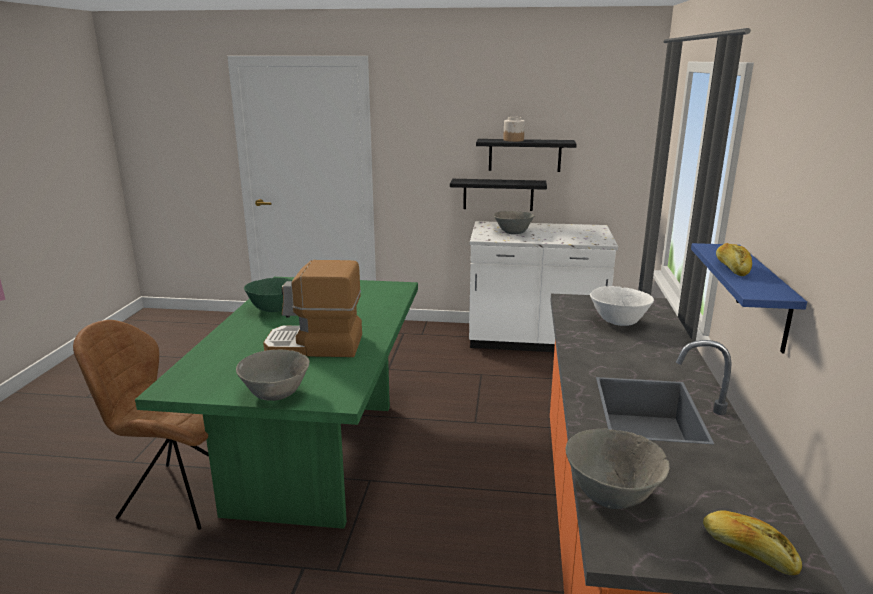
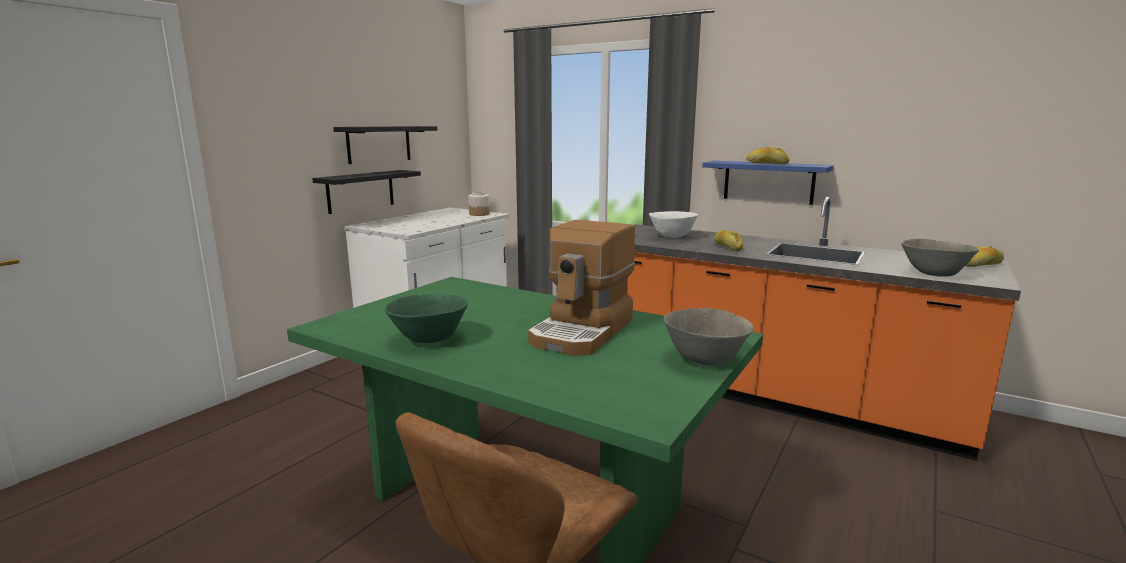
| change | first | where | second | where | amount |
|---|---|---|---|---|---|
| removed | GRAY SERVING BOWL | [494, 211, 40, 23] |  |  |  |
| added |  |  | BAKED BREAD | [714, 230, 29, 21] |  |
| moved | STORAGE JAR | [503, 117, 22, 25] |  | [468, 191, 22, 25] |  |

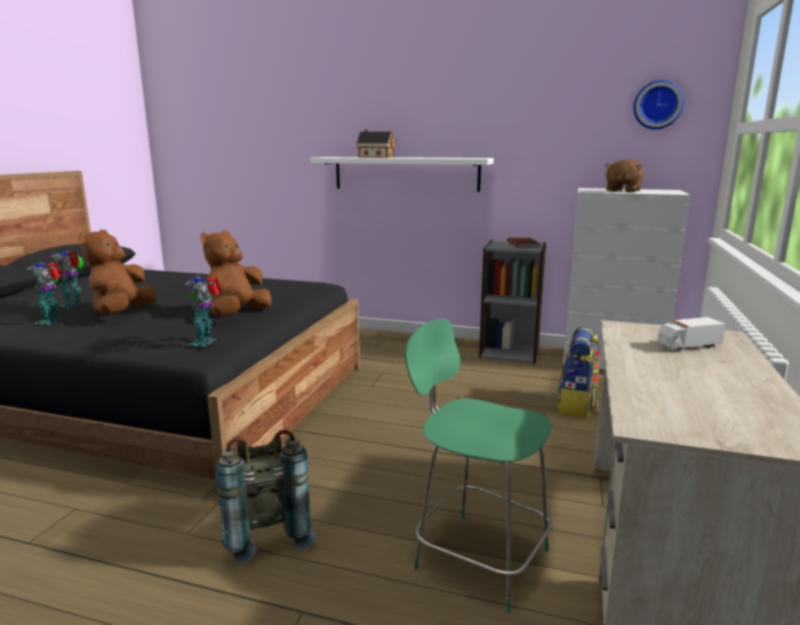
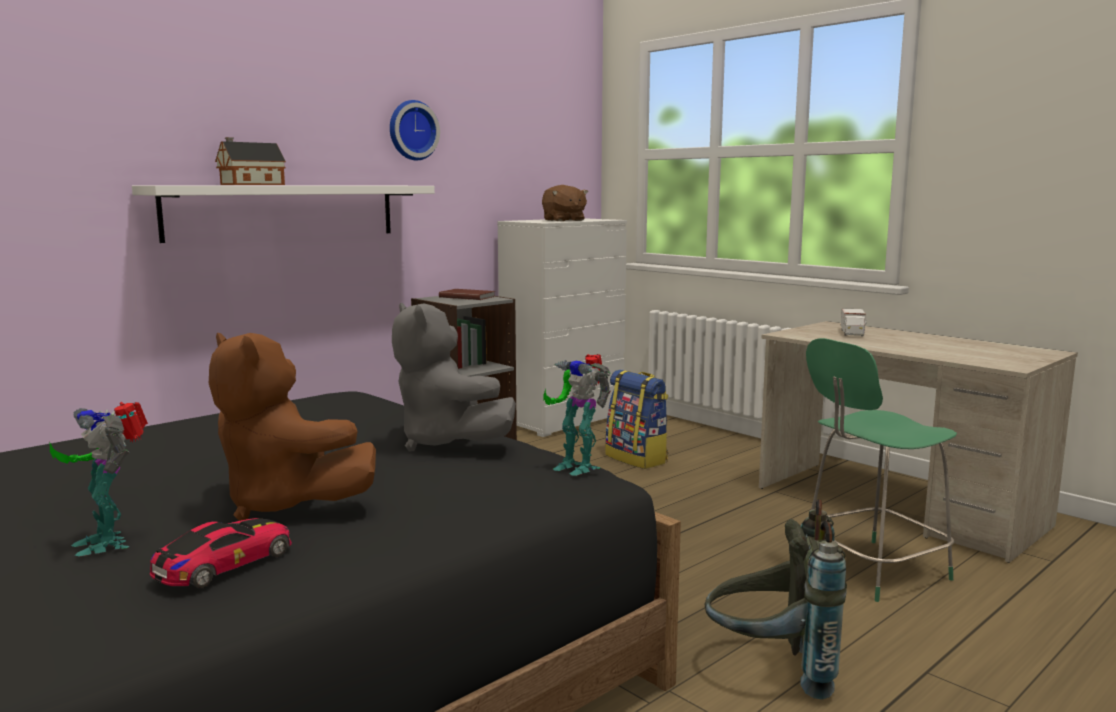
| change | first | where | second | where | amount |
|---|---|---|---|---|---|
| moved | CLOCK ON THE WALL | [633, 80, 51, 49] |  | [390, 100, 50, 60] |  |
| replaced | MODEL ROBOT | [26, 262, 36, 63] | TOY CAR | [150, 518, 142, 70] |  |
| recoloured | BROWN-COLOURED PLUSH TOY | [200, 231, 71, 85] | GRAY PLUSH TOY | [392, 302, 124, 150] |  |

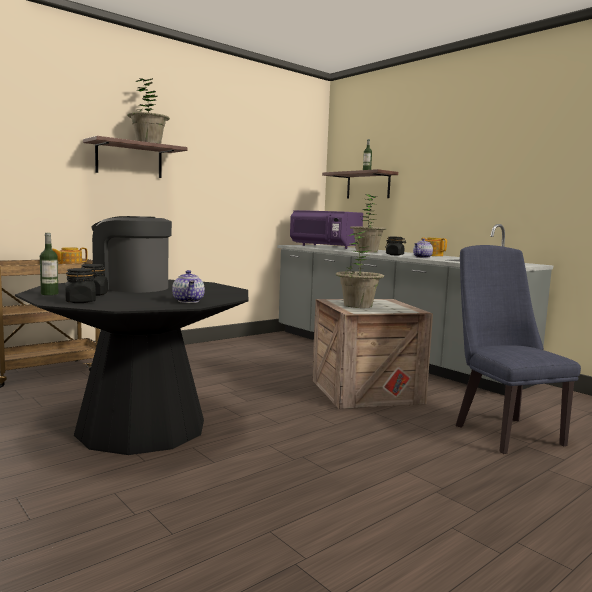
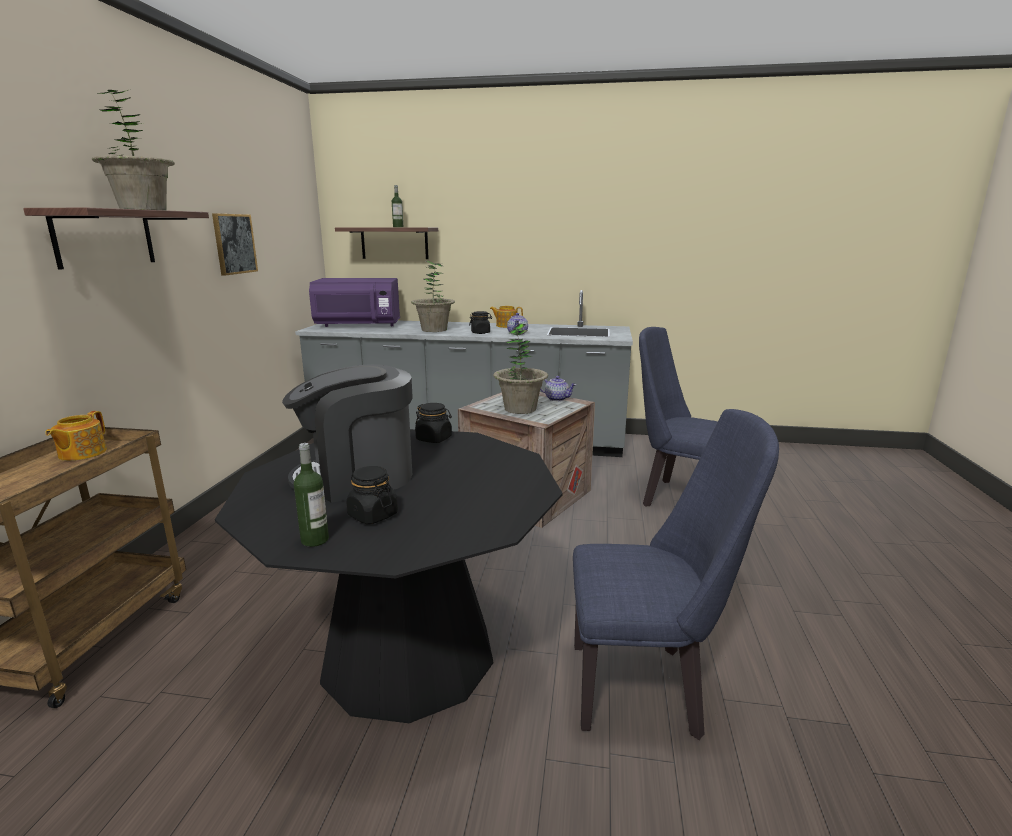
| change | first | where | second | where | amount |
|---|---|---|---|---|---|
| added |  |  | PICTURE | [212, 213, 46, 63] |  |
| added |  |  | BLUISH CHAIR | [573, 409, 206, 331] |  |
| moved | BLACK STORAGE JAR | [65, 268, 31, 35] |  | [415, 403, 37, 40] |  |
| moved | TEAPOT | [172, 270, 33, 33] |  | [540, 376, 36, 25] |  |

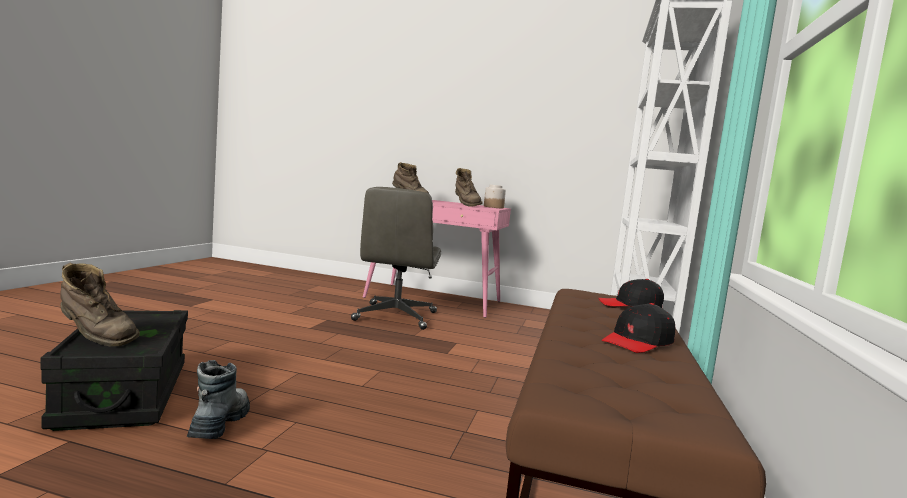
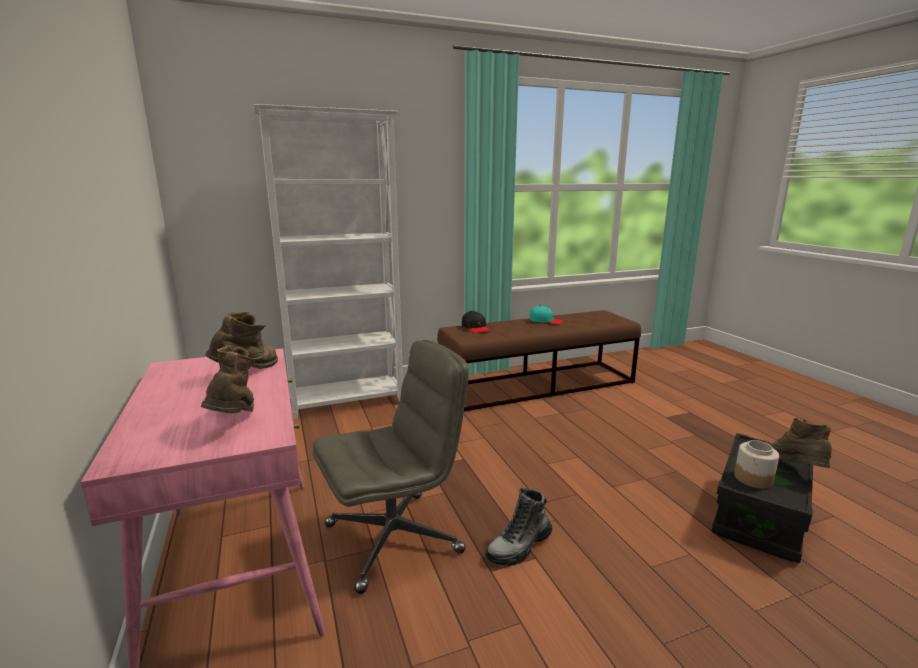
| change | first | where | second | where | amount |
|---|---|---|---|---|---|
| moved | TALL BOOT | [187, 360, 63, 79] |  | [486, 487, 66, 79] |  |
| moved | STORAGE JAR | [484, 185, 22, 24] |  | [734, 440, 45, 49] |  |
| recoloured | BLACK BASEBALL CAP | [602, 303, 73, 50] | TURQUOISE BASEBALL CAP | [530, 305, 33, 19] |  |

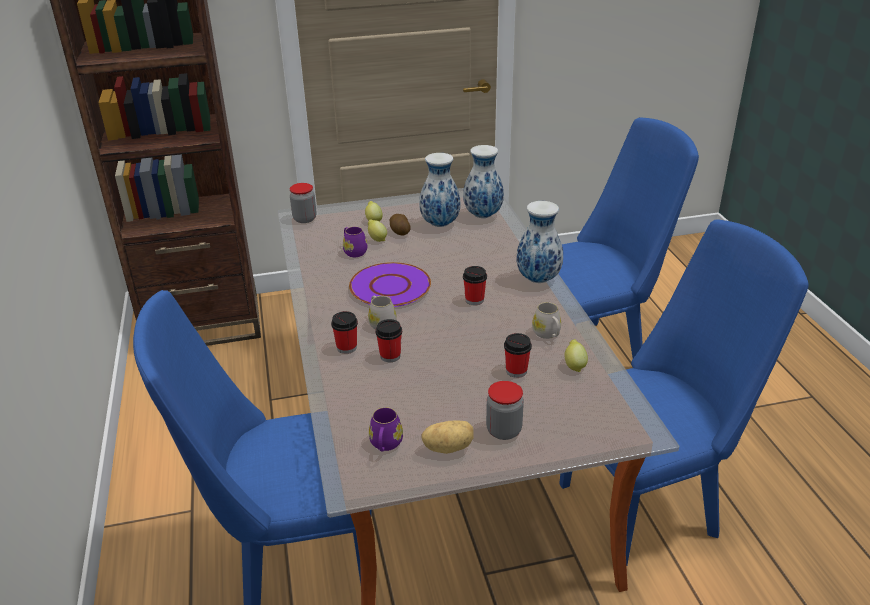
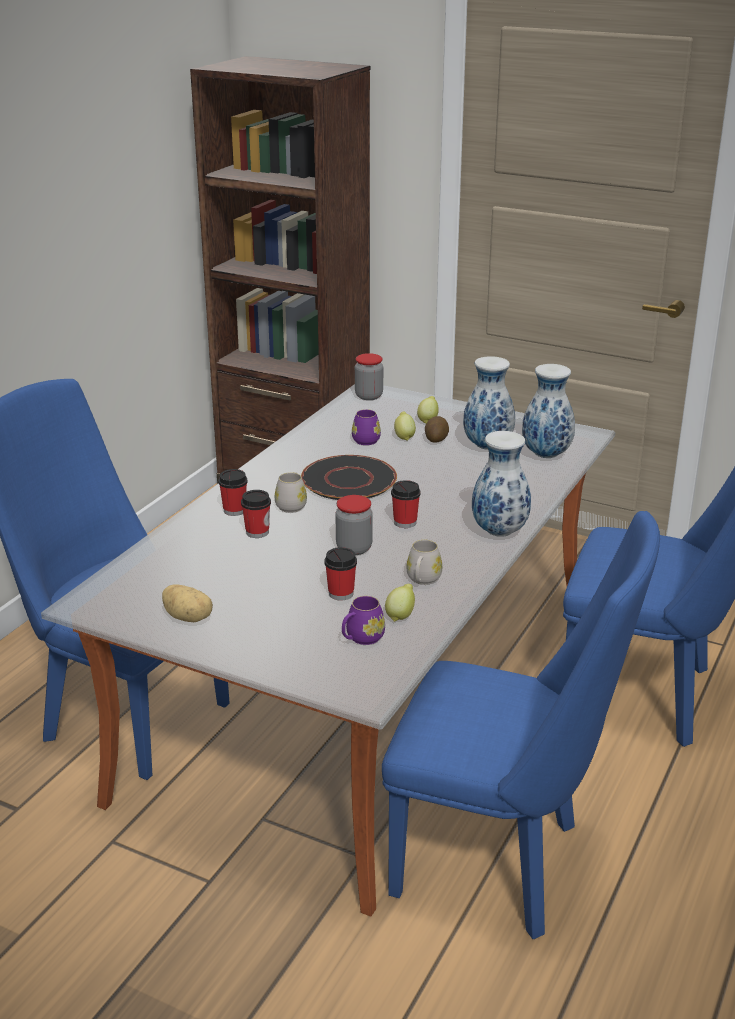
| change | first | where | second | where | amount |
|---|---|---|---|---|---|
| moved | PURPLISH TEA MUG | [369, 407, 34, 44] |  | [342, 596, 43, 49] |  |
| moved | STORAGE JAR | [486, 381, 38, 59] |  | [335, 495, 38, 60] |  |
| recoloured | PURPLISH PLATE | [349, 262, 82, 45] | BLACK PLATE | [301, 455, 96, 45] |  |

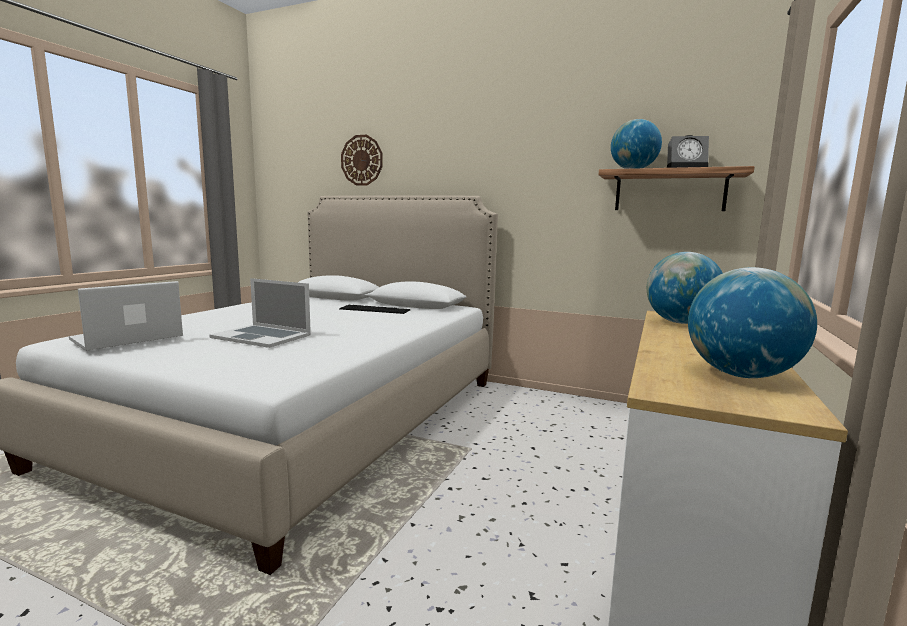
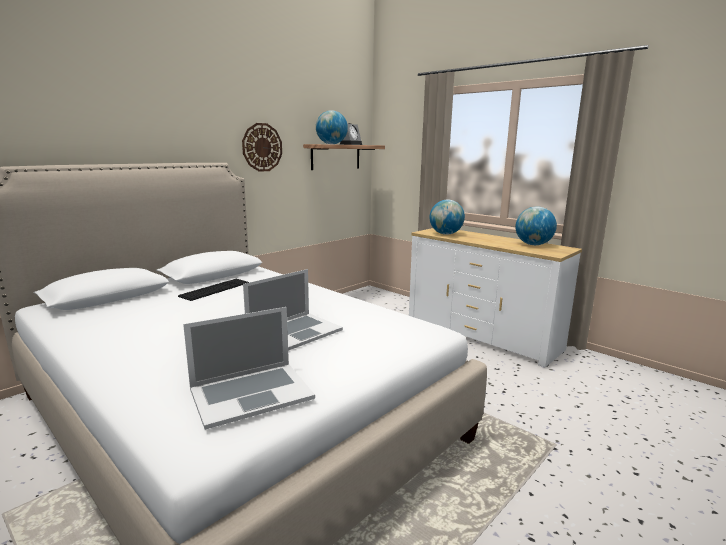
| change | first | where | second | where | amount |
|---|---|---|---|---|---|
| moved | CLOCK ON THE WALL | [341, 135, 42, 51] |  | [242, 123, 40, 49] |  |
| turned | PORTABLE COMPUTER | [69, 281, 114, 70] |  | [183, 307, 132, 123] | 90 degrees counterclockwise |

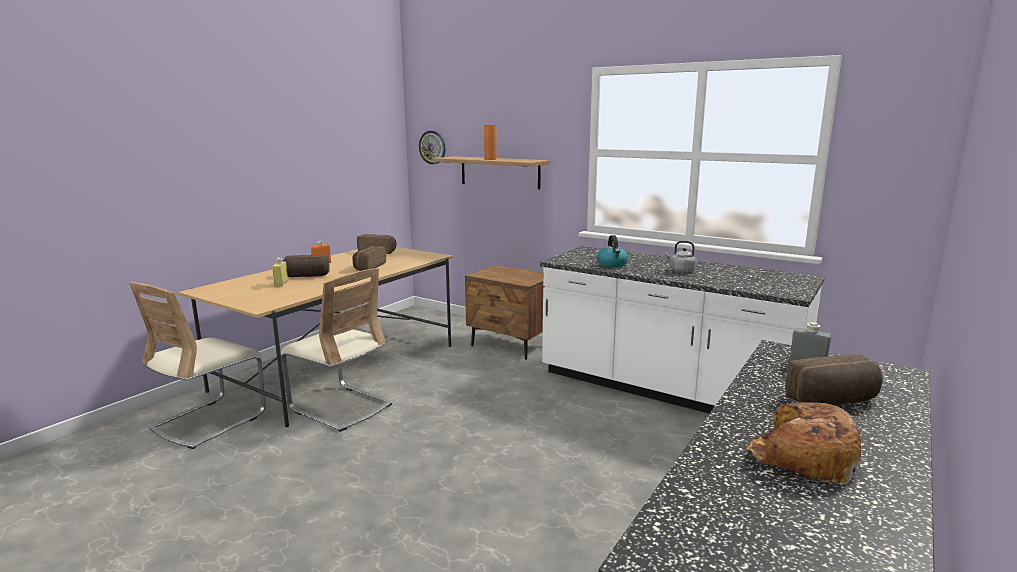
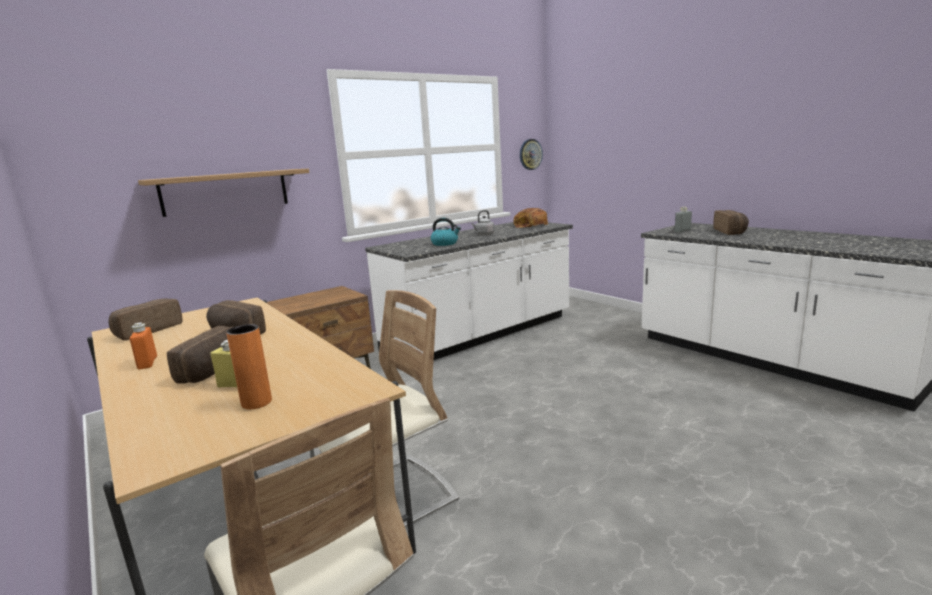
| change | first | where | second | where | amount |
|---|---|---|---|---|---|
| moved | CLOCK ON THE WALL | [419, 131, 27, 33] |  | [520, 139, 23, 31] |  |
| moved | ORANGE-COLOURED VASE | [484, 126, 13, 34] |  | [226, 324, 46, 86] |  |
| moved | BAKED BREAD | [746, 402, 115, 82] |  | [513, 208, 35, 20] |  |

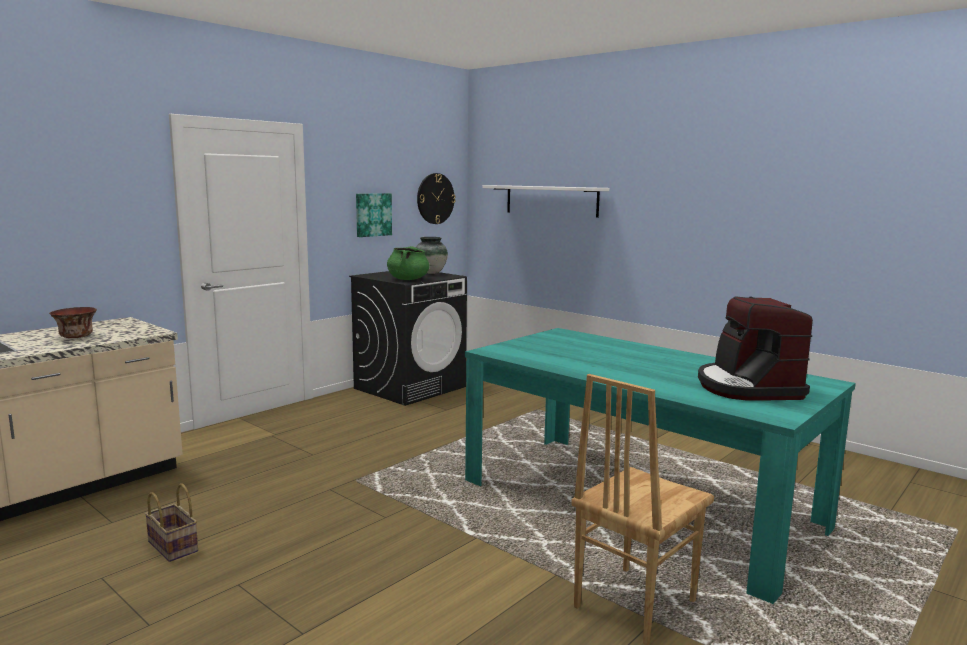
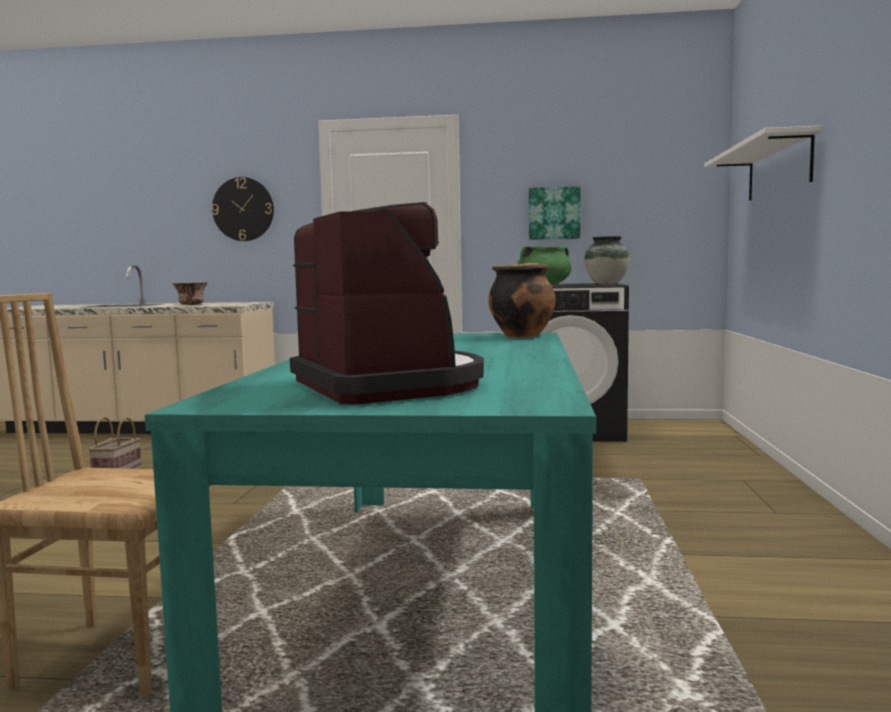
| change | first | where | second | where | amount |
|---|---|---|---|---|---|
| added |  |  | COOKING POT | [488, 263, 68, 75] |  |
| moved | CLOCK ON THE WALL | [417, 173, 38, 51] |  | [212, 177, 62, 64] |  |
| turned | COFFEE MAKER | [698, 296, 115, 105] |  | [290, 202, 194, 203] | 105 degrees clockwise |

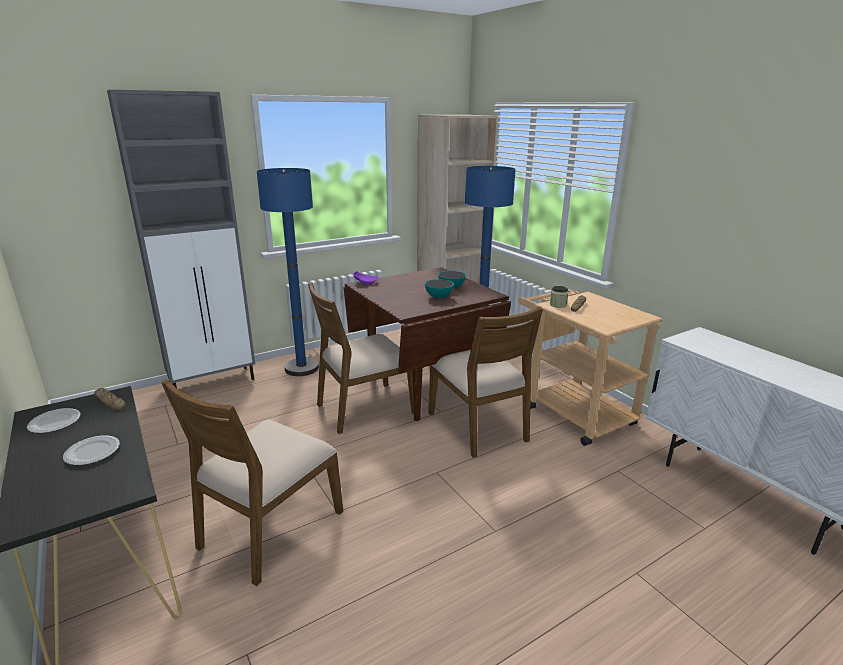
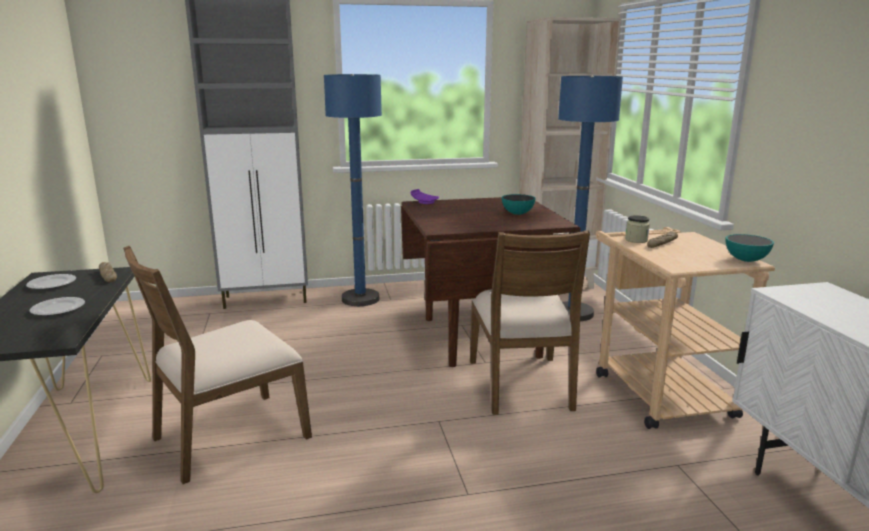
| change | first | where | second | where | amount |
|---|---|---|---|---|---|
| removed | BROWN-COLOURED CHAIR | [308, 283, 106, 151] |  |  |  |
| moved | SERVING BOWL | [425, 279, 29, 19] |  | [726, 234, 48, 28] |  |

